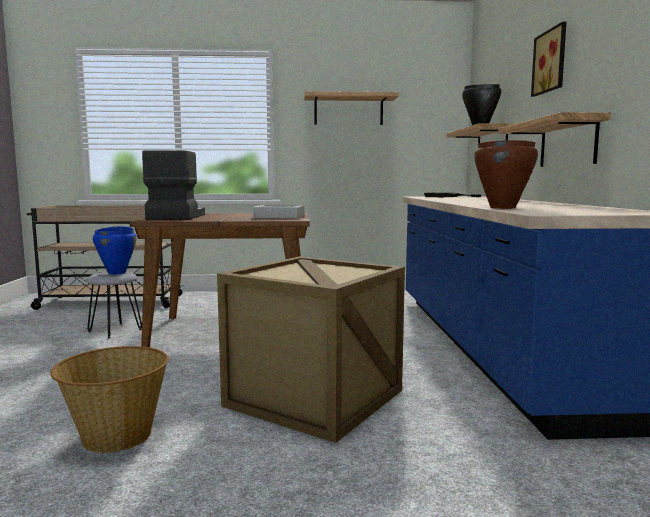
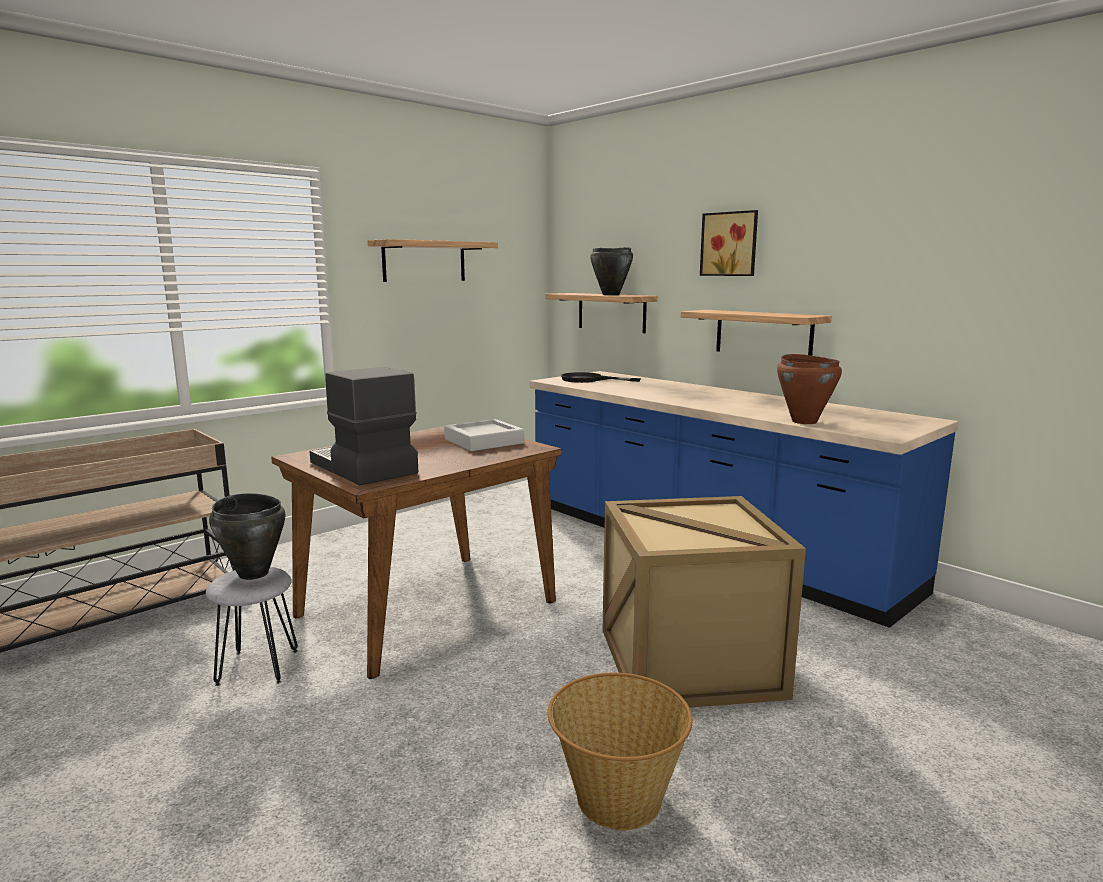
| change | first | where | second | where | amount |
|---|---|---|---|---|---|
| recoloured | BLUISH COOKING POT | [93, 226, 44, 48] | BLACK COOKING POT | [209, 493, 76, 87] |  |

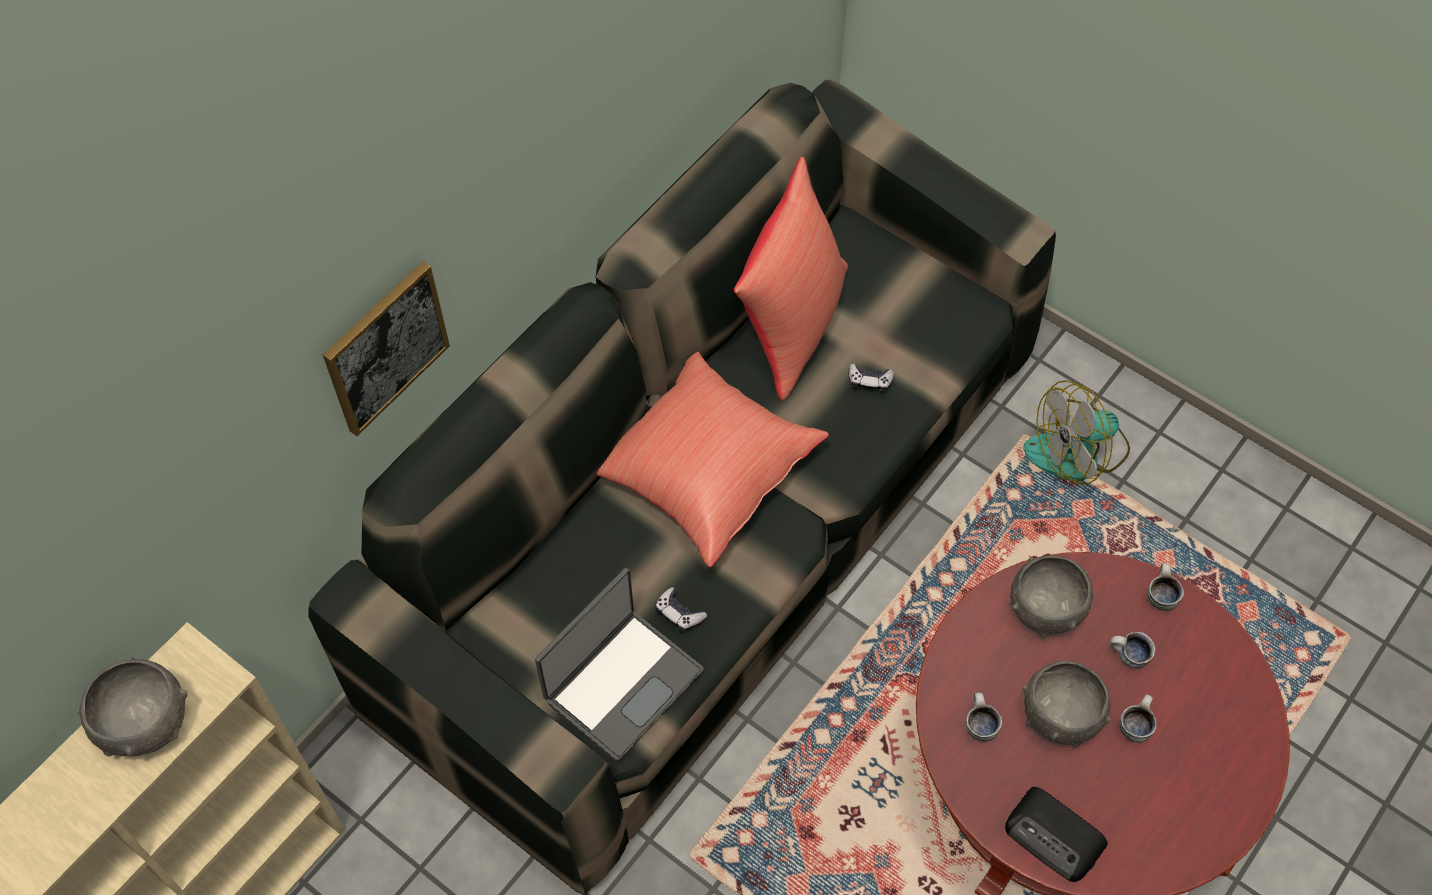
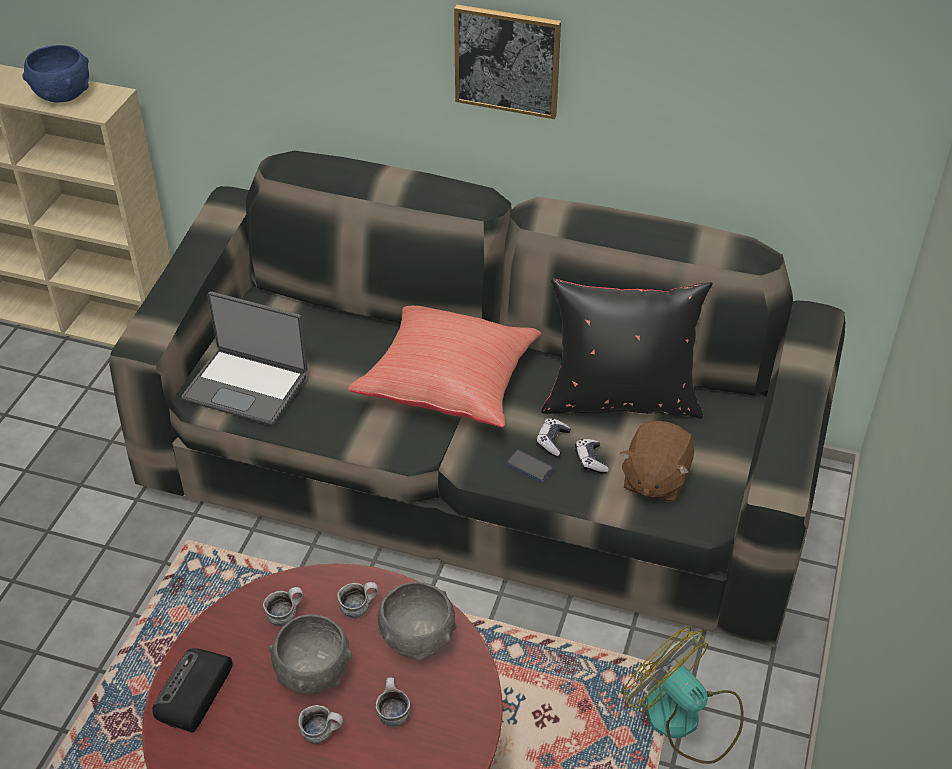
| change | first | where | second | where | amount |
|---|---|---|---|---|---|
| added |  |  | HANDSET | [506, 449, 47, 33] |  |
| added |  |  | BROWN-COLOURED PLUSH TOY | [620, 421, 74, 81] |  |
| moved | PICTURE | [323, 261, 127, 175] |  | [454, 5, 107, 114] |  |
| moved | JOYPAD | [655, 587, 52, 45] |  | [536, 418, 35, 38] |  |
| moved | TEA MUG | [1147, 563, 37, 48] |  | [337, 582, 42, 36] |  |
| recoloured | GRAY SERVING BOWL | [76, 657, 111, 100] | BLUISH SERVING BOWL | [22, 45, 67, 58] |  |
| recoloured | RED THROW PILLOW | [734, 157, 114, 244] | BLACK THROW PILLOW | [541, 279, 172, 140] |  |

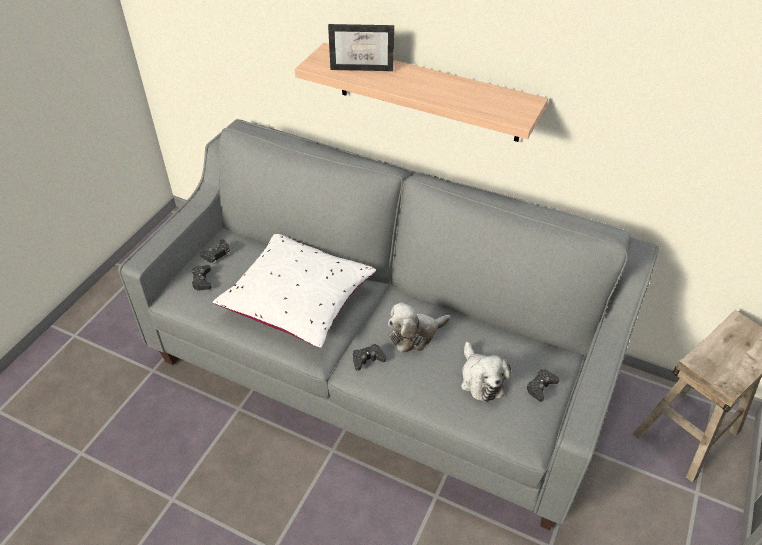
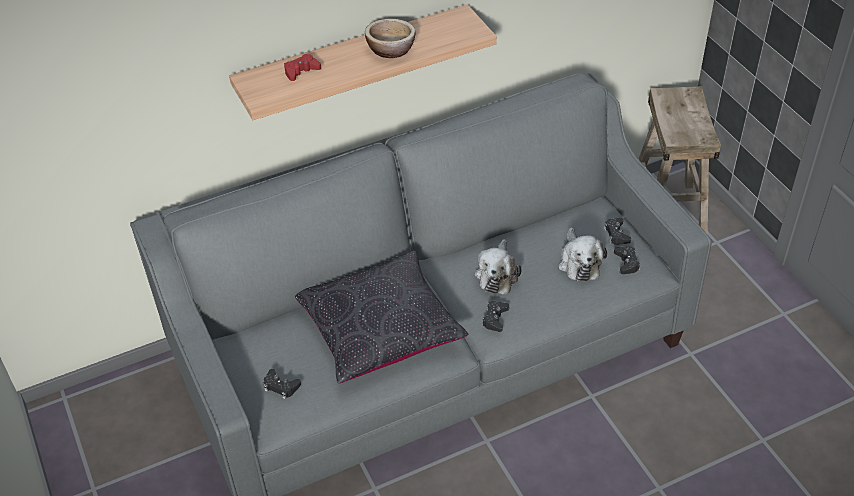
| change | first | where | second | where | amount |
|---|---|---|---|---|---|
| added |  |  | SERVING BOWL | [365, 19, 50, 39] |  |
| moved | BLACK JOYPAD | [200, 239, 30, 25] |  | [614, 246, 26, 28] |  |
| replaced | PHOTO FRAME | [328, 24, 66, 47] | RED JOYPAD | [284, 54, 37, 27] |  |
| recoloured | WHITE-COLOURED THROW PILLOW | [213, 234, 163, 114] | BLACK THROW PILLOW | [295, 251, 173, 133] |  |
| turned | PLUSH TOY | [461, 342, 50, 60] |  | [558, 227, 49, 55] | 60 degrees clockwise |

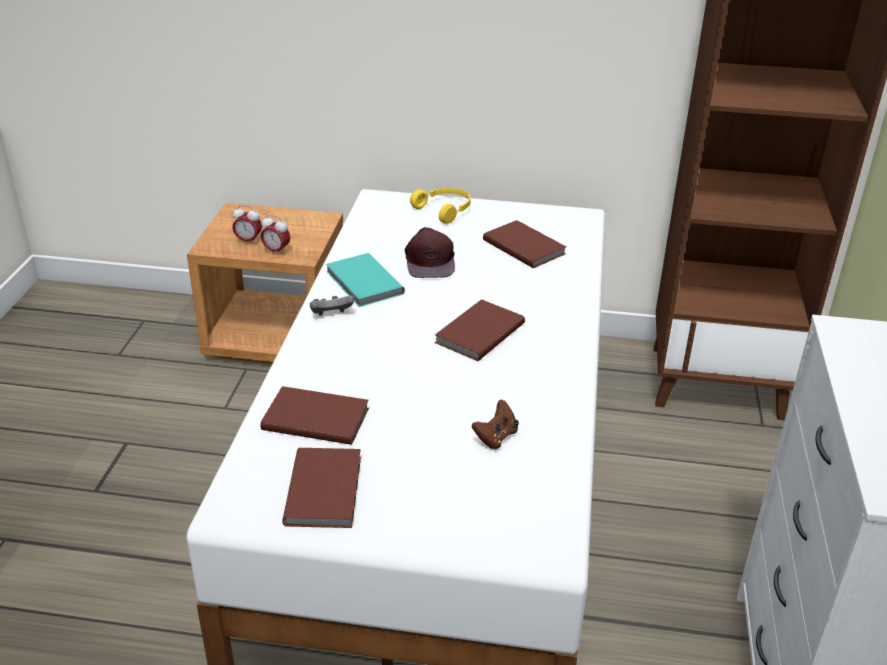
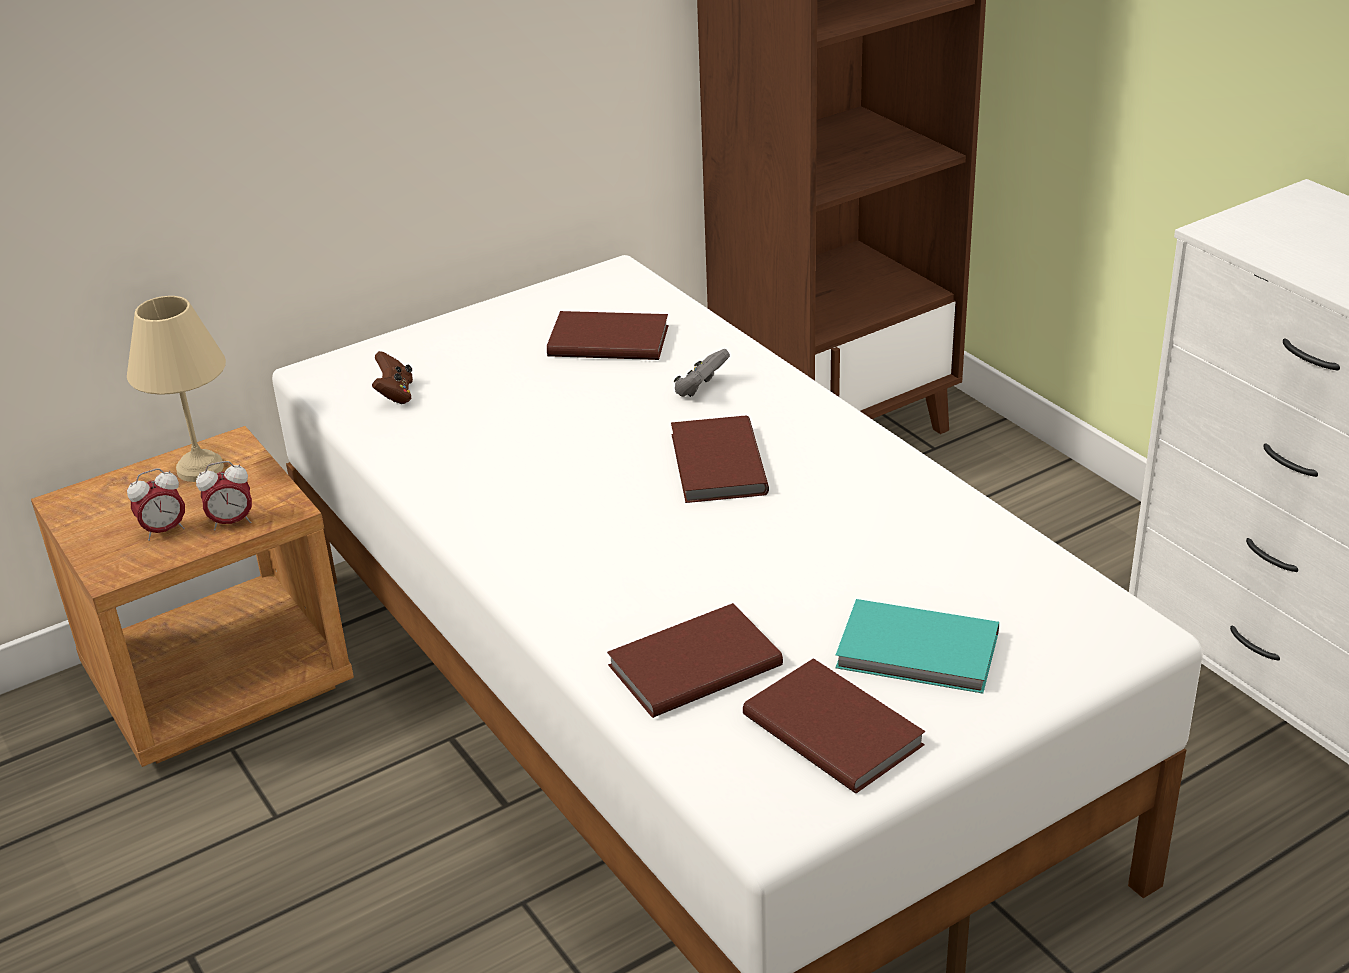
| change | first | where | second | where | amount |
|---|---|---|---|---|---|
| removed | BROWN-COLOURED BASEBALL CAP | [405, 227, 50, 51] |  |  |  |
| removed | YELLOW HEADPHONES | [410, 188, 61, 36] |  |  |  |
| added |  |  | BEIGE-COLOURED TABLE LAMP | [127, 296, 99, 186] |  |
| moved | GRAY JOYPAD | [310, 295, 44, 21] |  | [674, 349, 56, 48] |  |
| moved | TURQUOISE VOLUME | [326, 253, 79, 54] |  | [835, 599, 164, 95] |  |
| moved | BROWN-COLOURED JOYPAD | [472, 399, 47, 50] |  | [372, 351, 41, 53] |  |

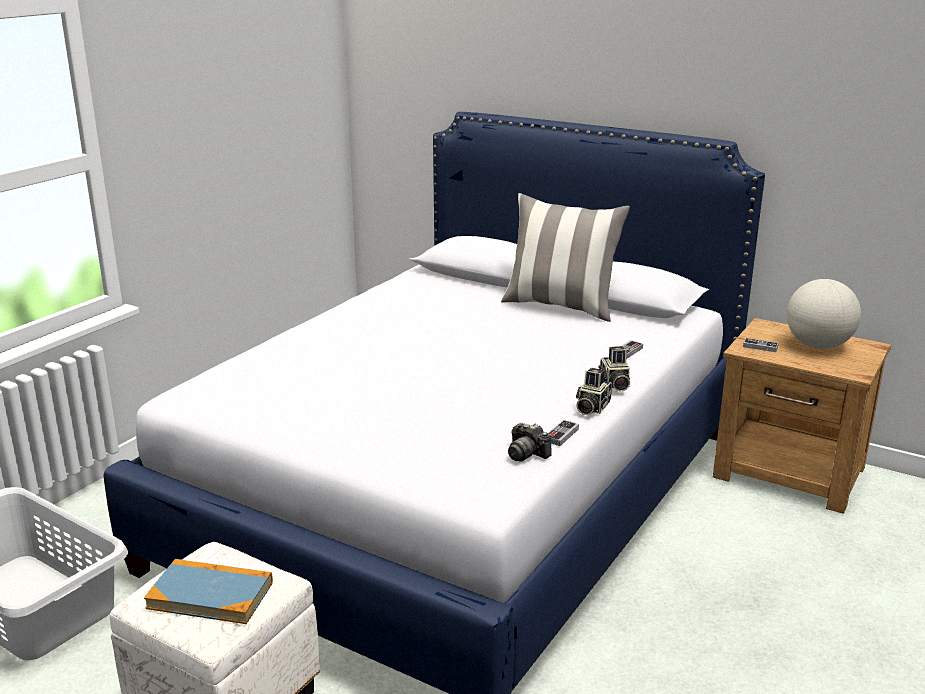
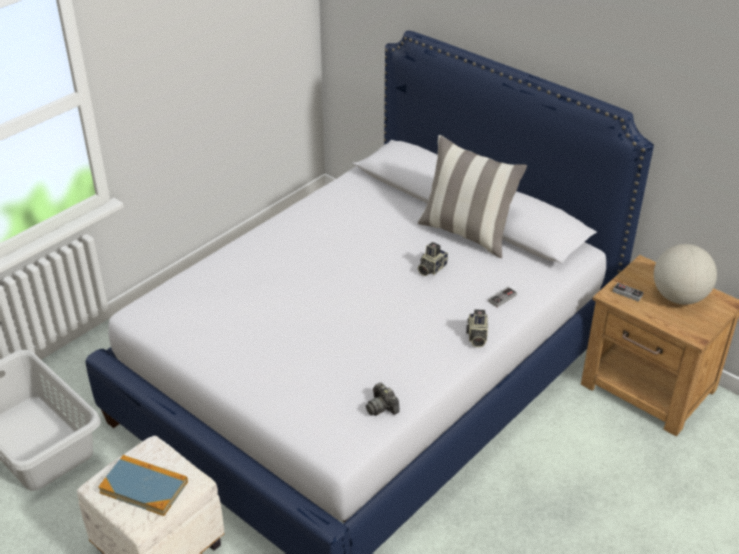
| change | first | where | second | where | amount |
|---|---|---|---|---|---|
| removed | JOYPAD | [548, 420, 31, 26] |  |  |  |
| moved | PHOTO CAMERA | [576, 368, 36, 47] |  | [418, 242, 30, 34] |  |

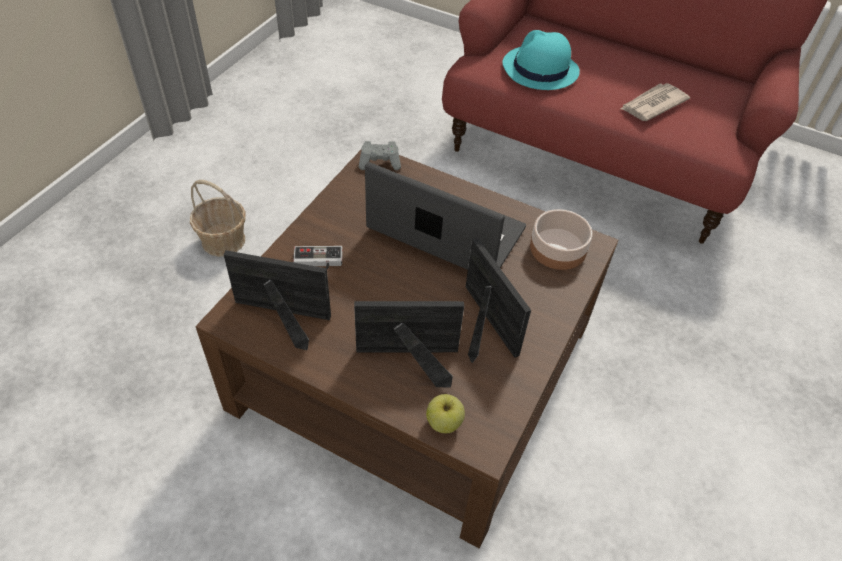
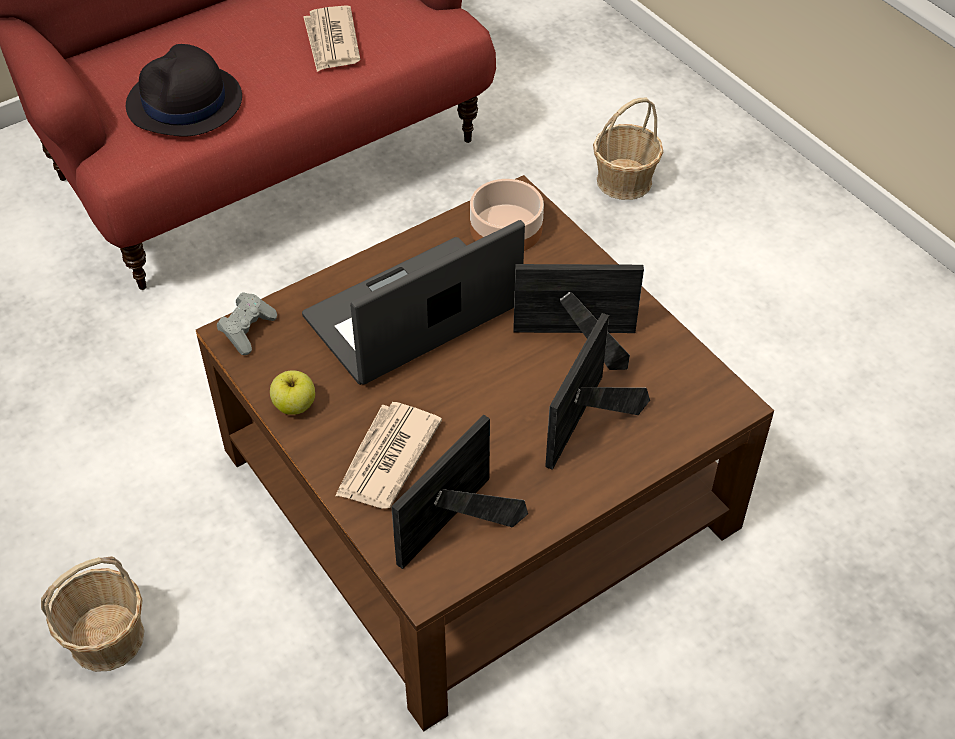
| change | first | where | second | where | amount |
|---|---|---|---|---|---|
| added |  |  | BASKET | [593, 98, 70, 102] |  |
| moved | APPLE | [426, 394, 39, 39] |  | [270, 371, 45, 44] |  |
| replaced | JOYPAD | [293, 246, 50, 24] | DAILY PAPER | [335, 402, 107, 107] |  |
| recoloured | TURQUOISE HAT | [502, 30, 78, 60] | BLACK HAT | [126, 44, 116, 93] |  |

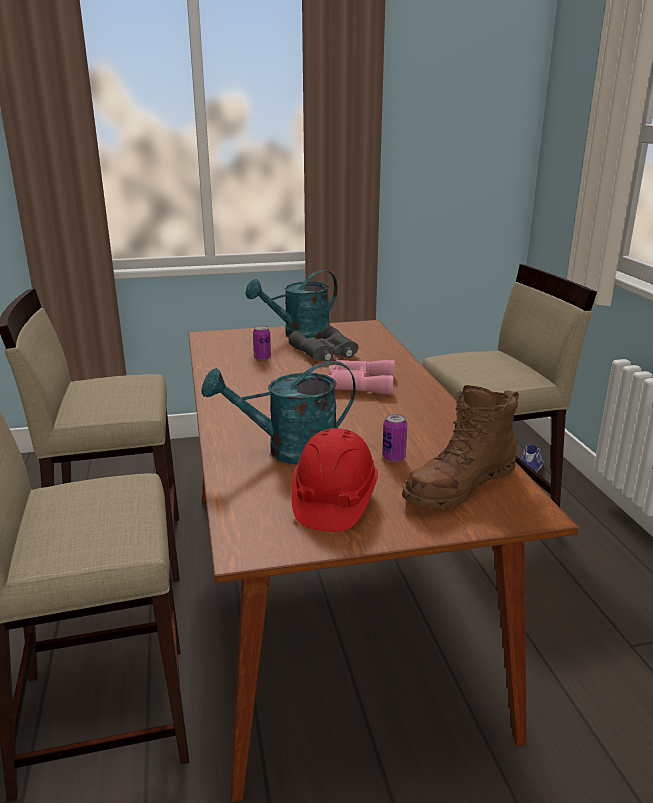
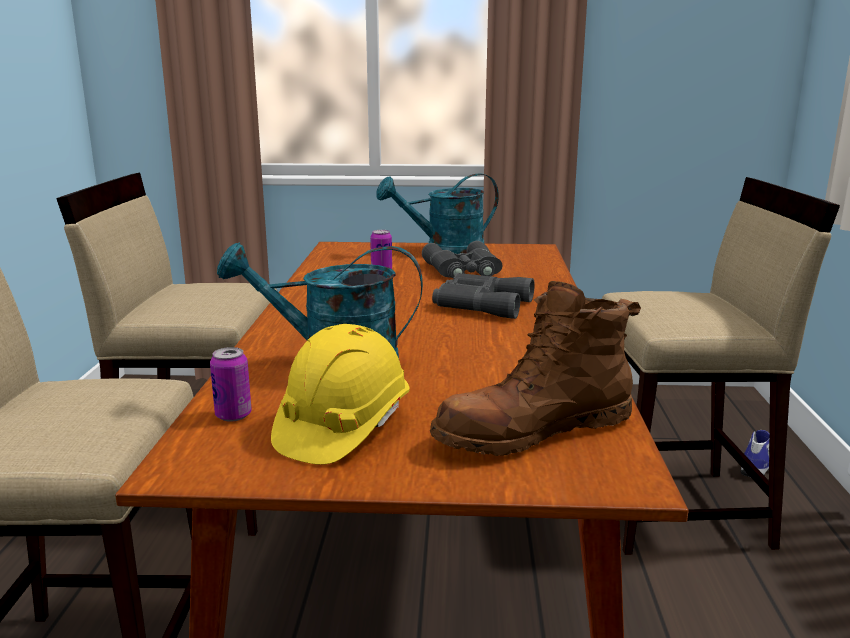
| change | first | where | second | where | amount |
|---|---|---|---|---|---|
| moved | CAN | [382, 414, 25, 48] |  | [210, 347, 42, 75] |  |
| recoloured | RED SAFETY HELMET | [291, 428, 87, 104] | YELLOW SAFETY HELMET | [271, 324, 139, 141] |  |
| recoloured | PINK-COLOURED PAIR OF BINOCULARS | [327, 360, 68, 35] | GRAY PAIR OF BINOCULARS | [432, 273, 103, 46] |  |

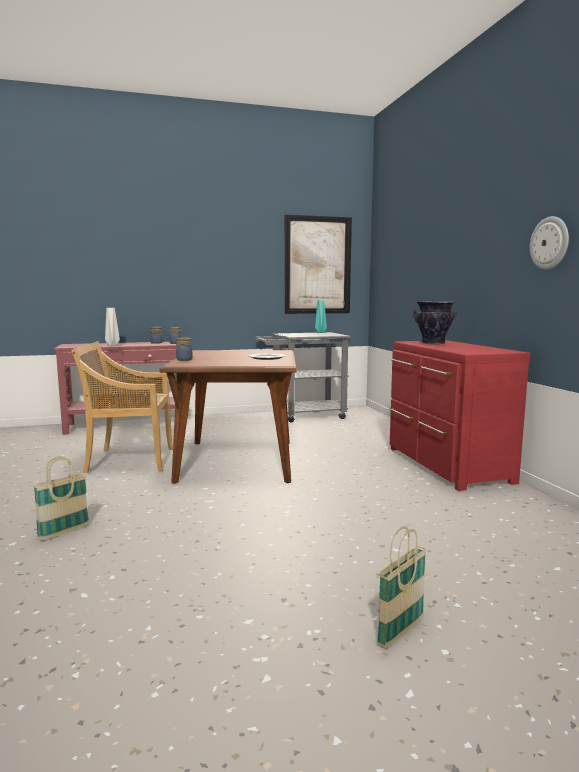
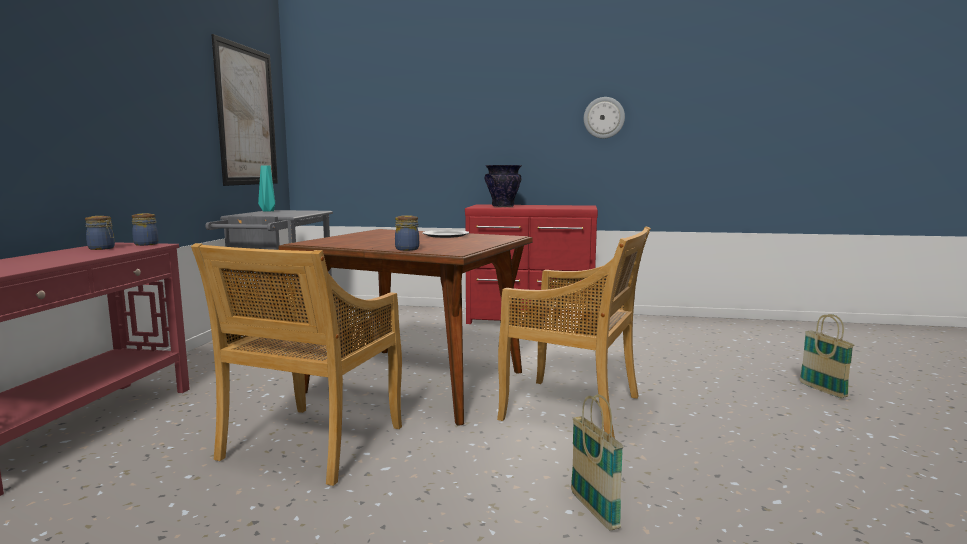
| change | first | where | second | where | amount |
|---|---|---|---|---|---|
| removed | GRAY VASE | [105, 308, 15, 38] |  |  |  |
| added |  |  | BEIGE-COLOURED CHAIR | [497, 226, 154, 212] |  |

